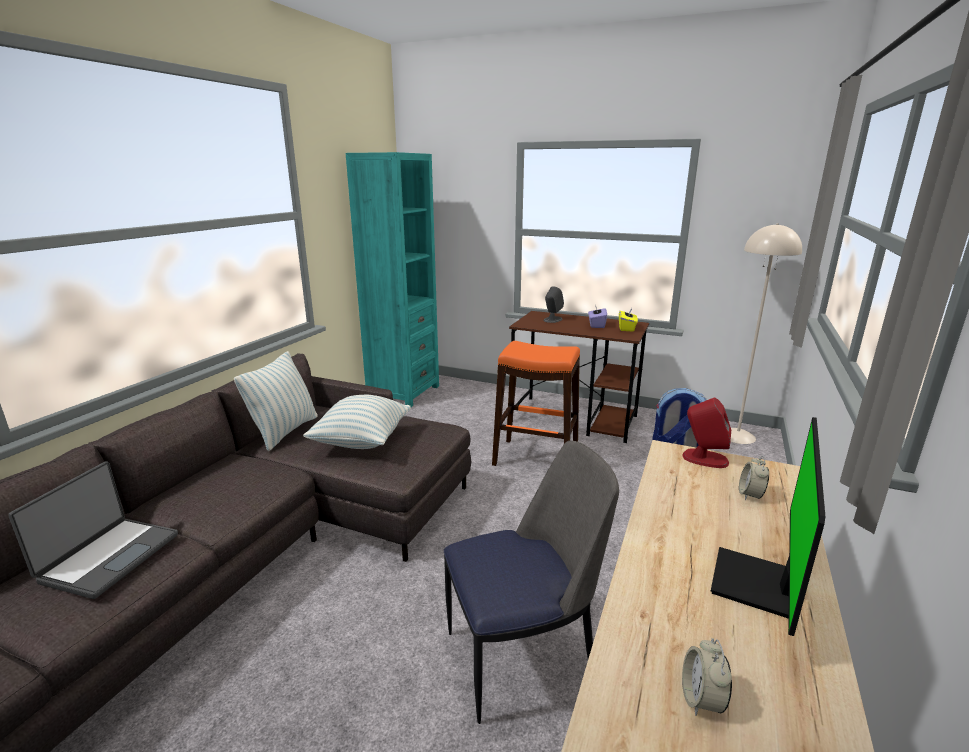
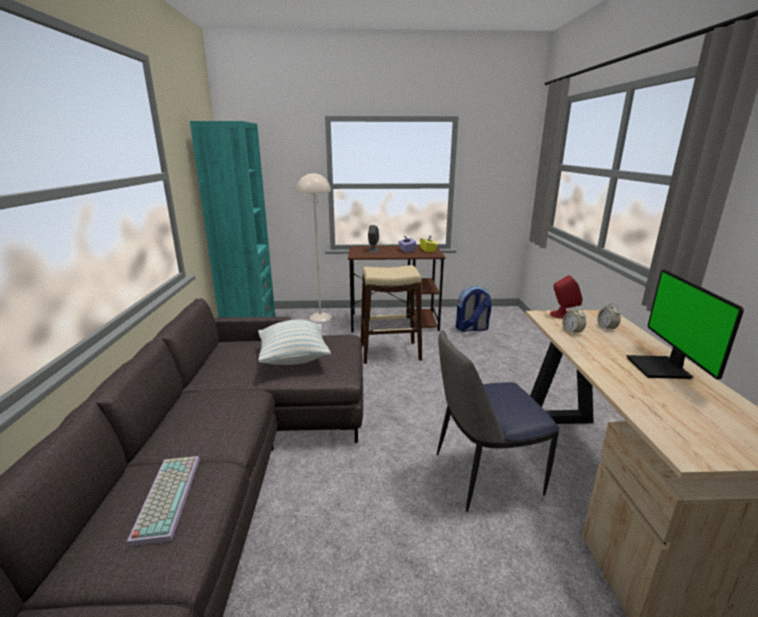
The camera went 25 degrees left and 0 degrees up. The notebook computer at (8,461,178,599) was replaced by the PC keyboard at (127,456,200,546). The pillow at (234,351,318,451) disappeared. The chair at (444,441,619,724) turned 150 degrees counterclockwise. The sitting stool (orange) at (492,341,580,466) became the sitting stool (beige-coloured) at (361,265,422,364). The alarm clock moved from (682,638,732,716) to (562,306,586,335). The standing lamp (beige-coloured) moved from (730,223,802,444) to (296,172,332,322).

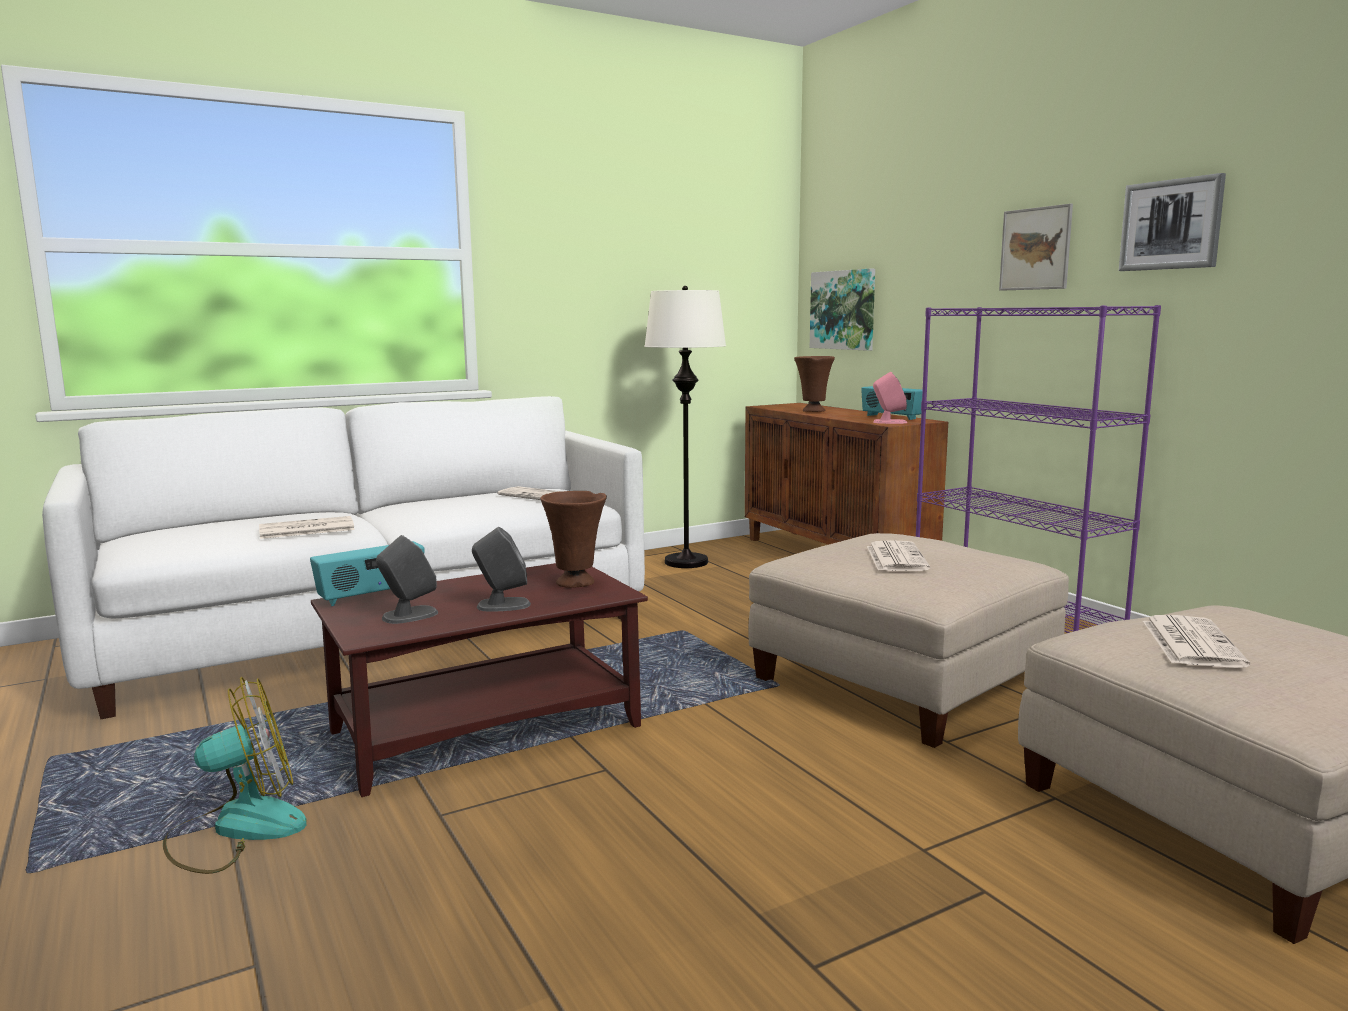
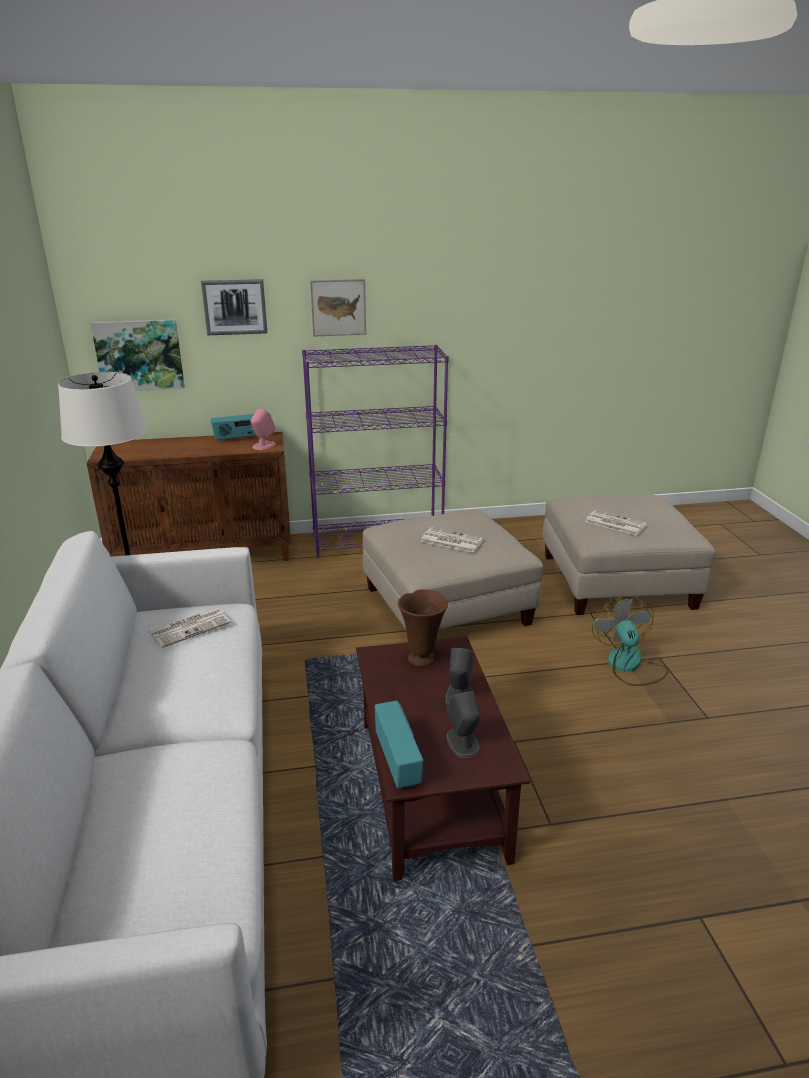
The camera went 70 degrees left and 15 degrees up. The fan moved from (163,677,307,874) to (592,597,669,686). The daily paper at (259,516,355,539) disappeared. The decorative vase (brownish) at (794,356,835,412) disappeared. The picture moved from (1119,173,1226,271) to (201,279,267,335).

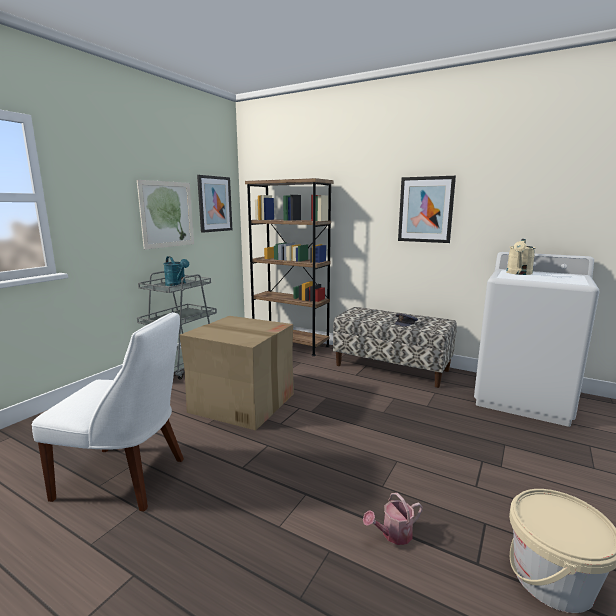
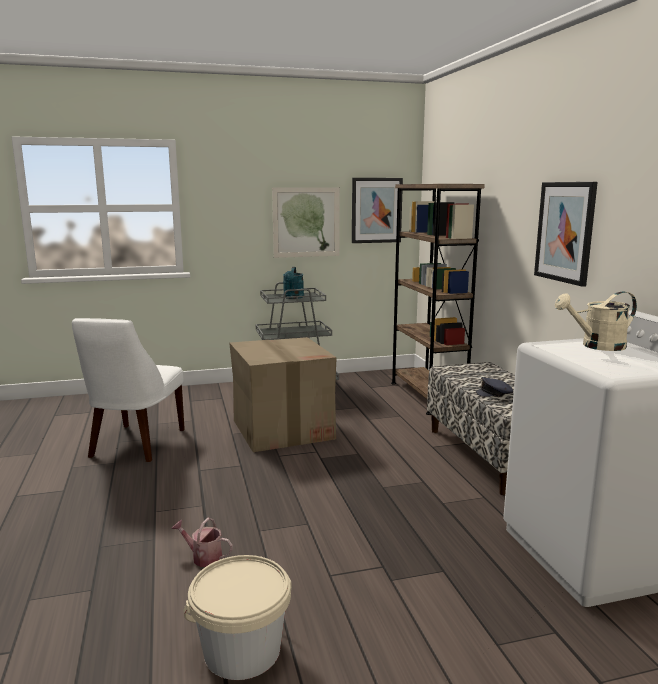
The camera went 45 degrees right and 0 degrees up. The chair (whitish) at (32,312,184,511) turned 45 degrees clockwise.

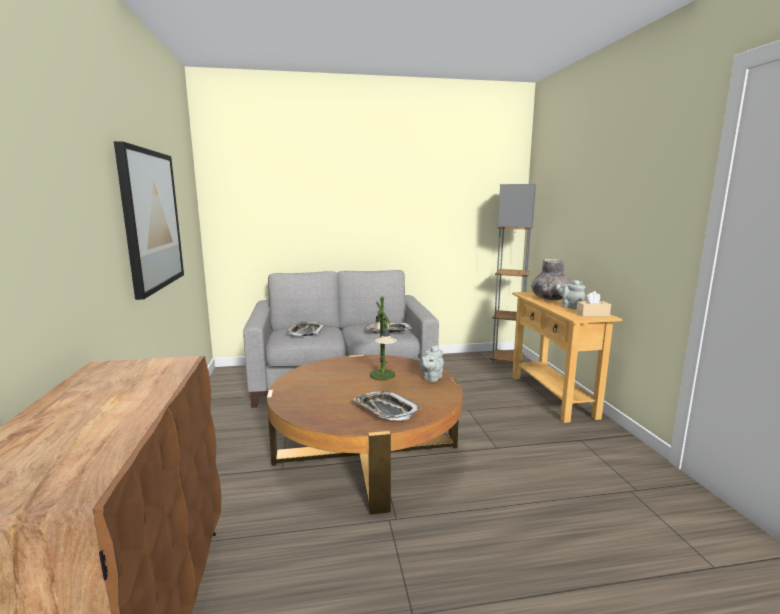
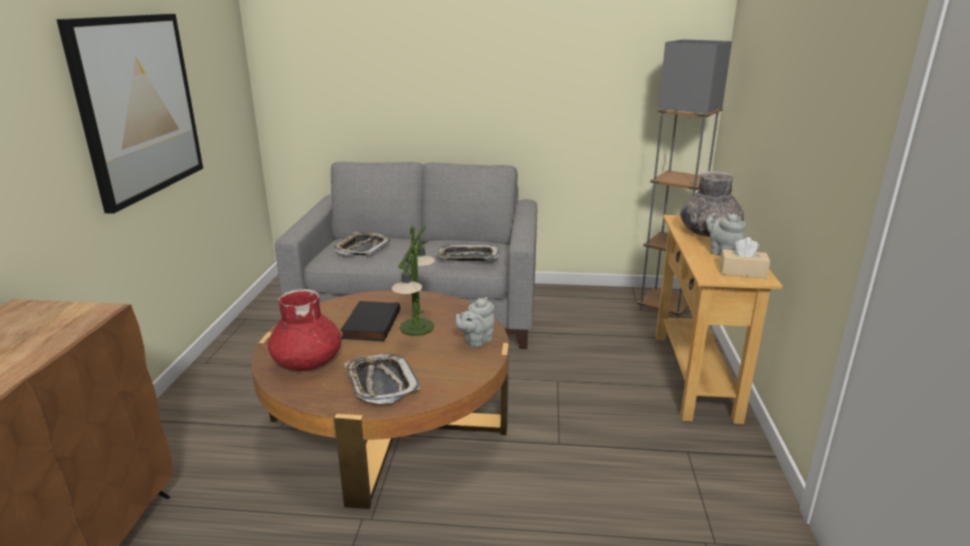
The camera went 15 degrees right and 10 degrees up. The decorative vase (red-coloured) at (268,289,342,371) appeared. The volume (blackish) at (340,301,400,342) appeared.

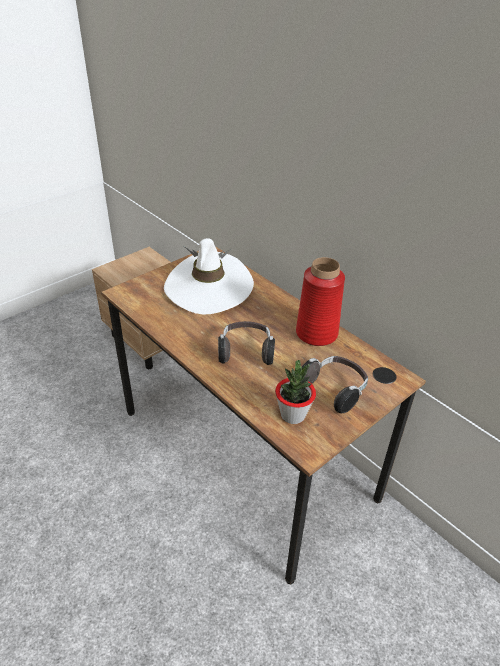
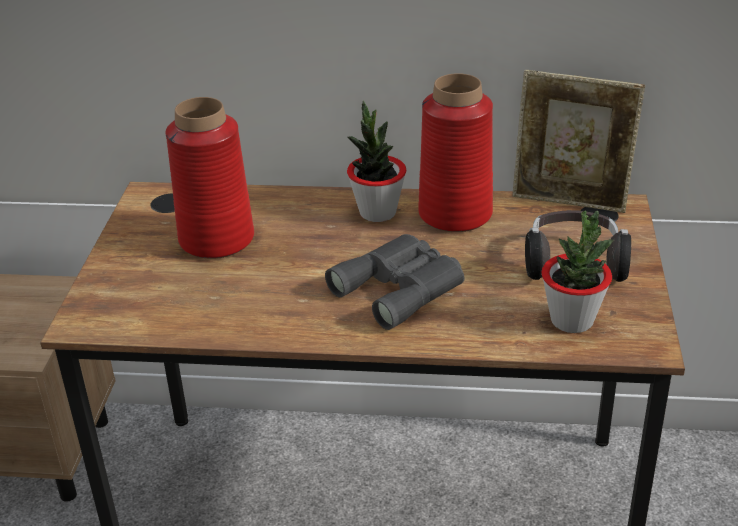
The camera went 40 degrees left and 5 degrees down. The clothing hat (whitish) at (164,238,254,314) was replaced by the decorative vase (red-coloured) at (166,97,254,259). The headphones at (218,321,275,365) was replaced by the field glasses (gray) at (325,234,464,330). The plant in a pot at (347,101,406,222) appeared. The standing frame at (512,70,645,213) appeared.

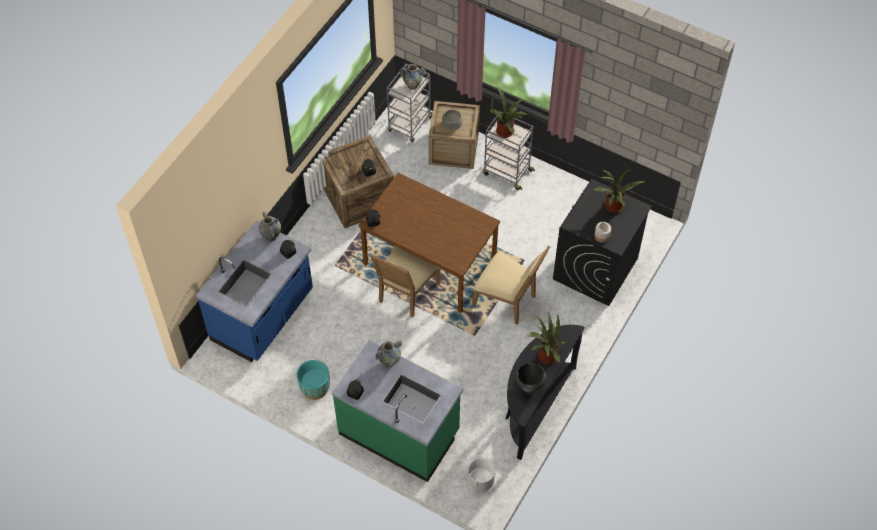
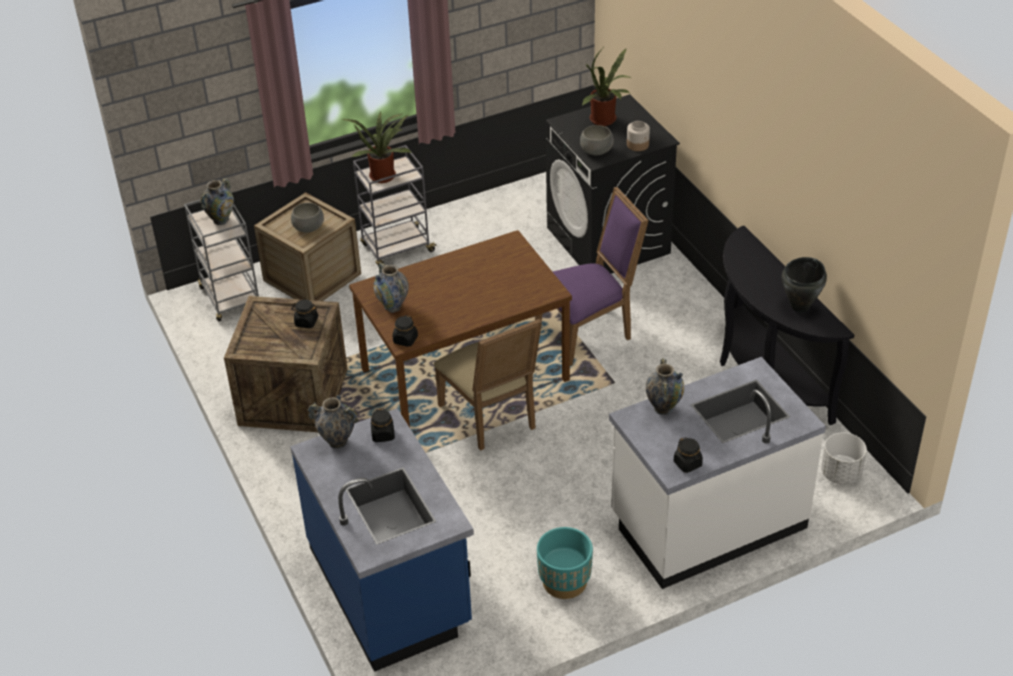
The camera went 55 degrees left and 15 degrees down. The kitchen base unit (greenish) at (332,340,463,482) became the kitchen base unit (whitish) at (609,357,826,589). The chair (beige-coloured) at (472,245,551,325) became the chair (purple-coloured) at (535,187,649,366). The plant in a pot at (530,312,565,364) disappeared. The decorative vase at (373,262,409,312) appeared. The serving bowl (gray) at (580,125,614,155) appeared.

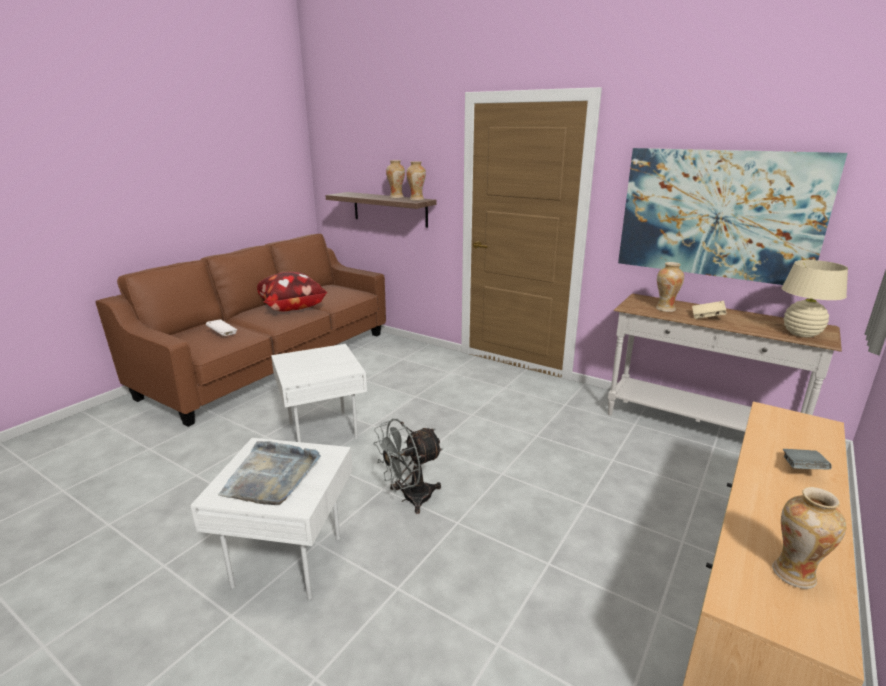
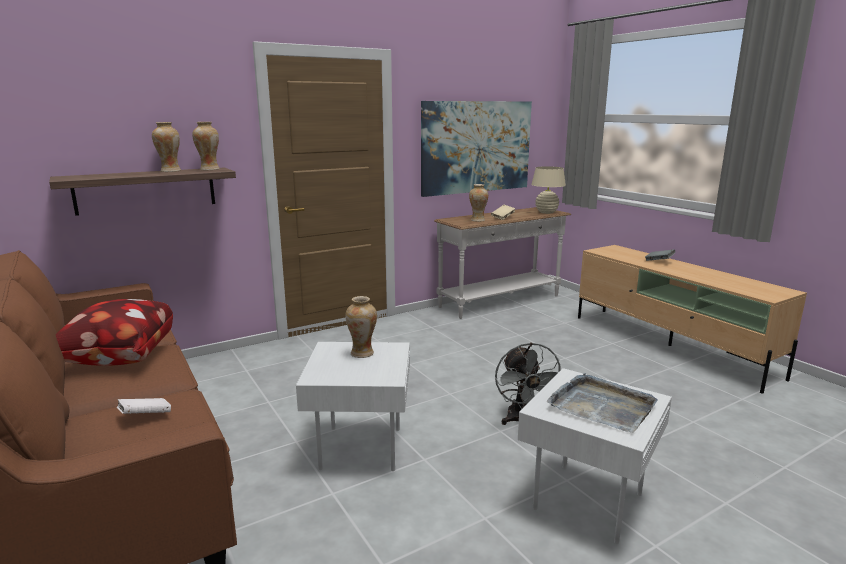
The camera went 65 degrees left and 5 degrees down. The decorative vase moved from (772,487,846,589) to (345,296,377,358).

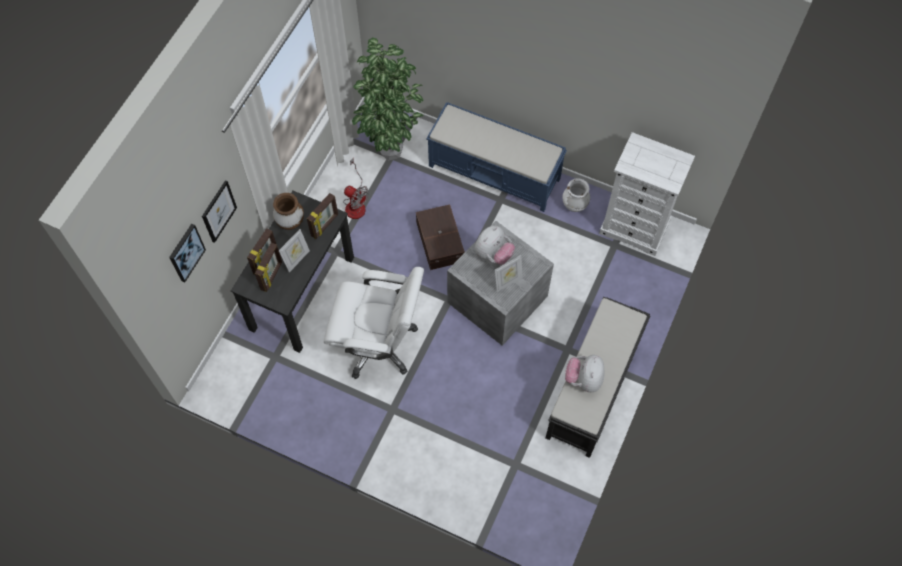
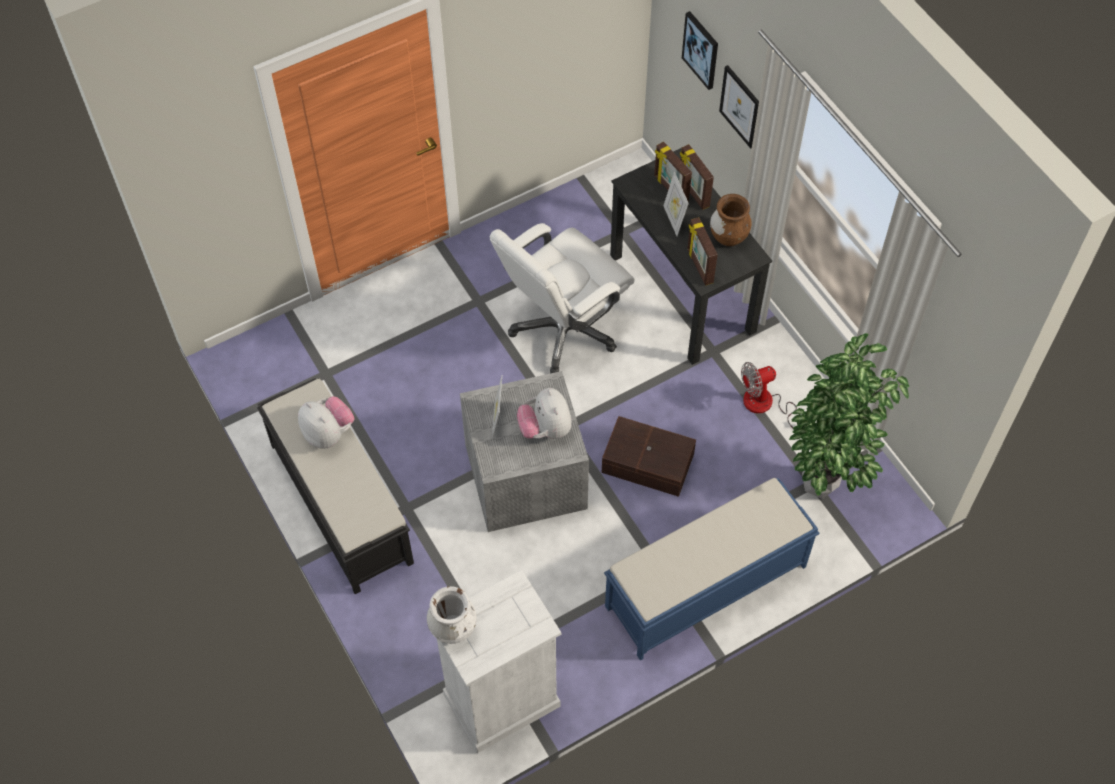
The camera went 125 degrees right and 5 degrees down. The decorative vase (whitish) moved from (562,178,590,212) to (427,586,477,644).

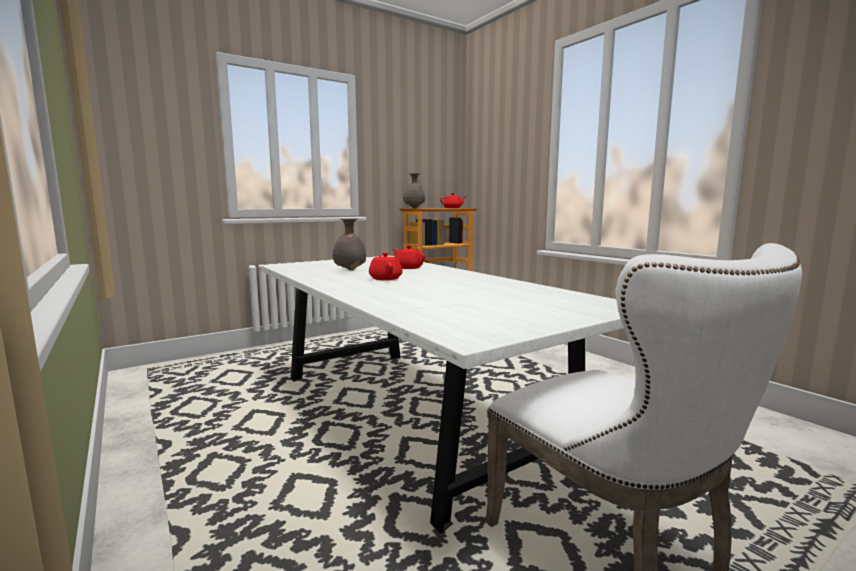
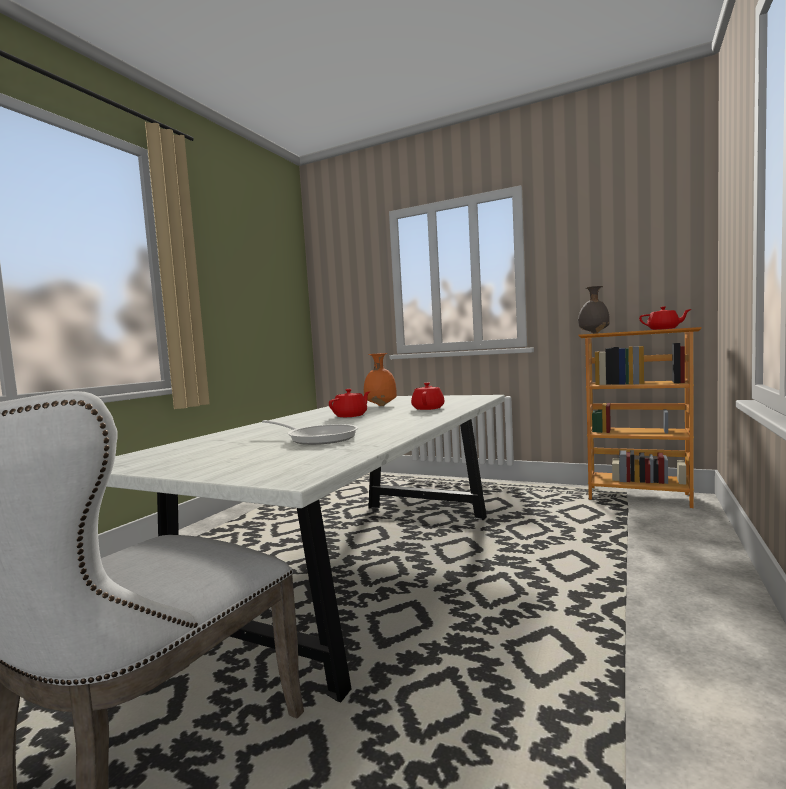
The camera went 60 degrees right and 5 degrees down. The decorative vase (gray) at (333,218,366,270) became the decorative vase (orange) at (364,353,397,406). The pan at (262,420,358,445) appeared.

